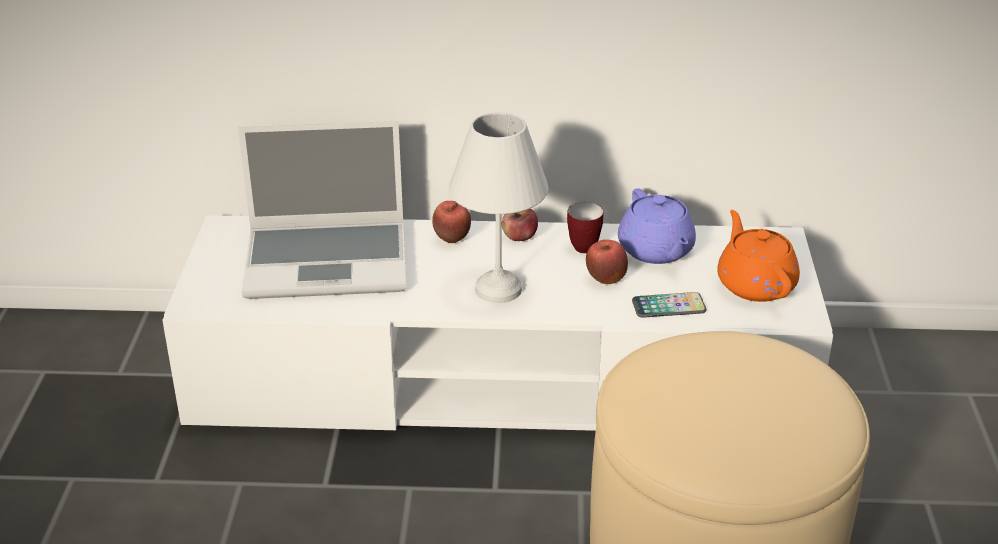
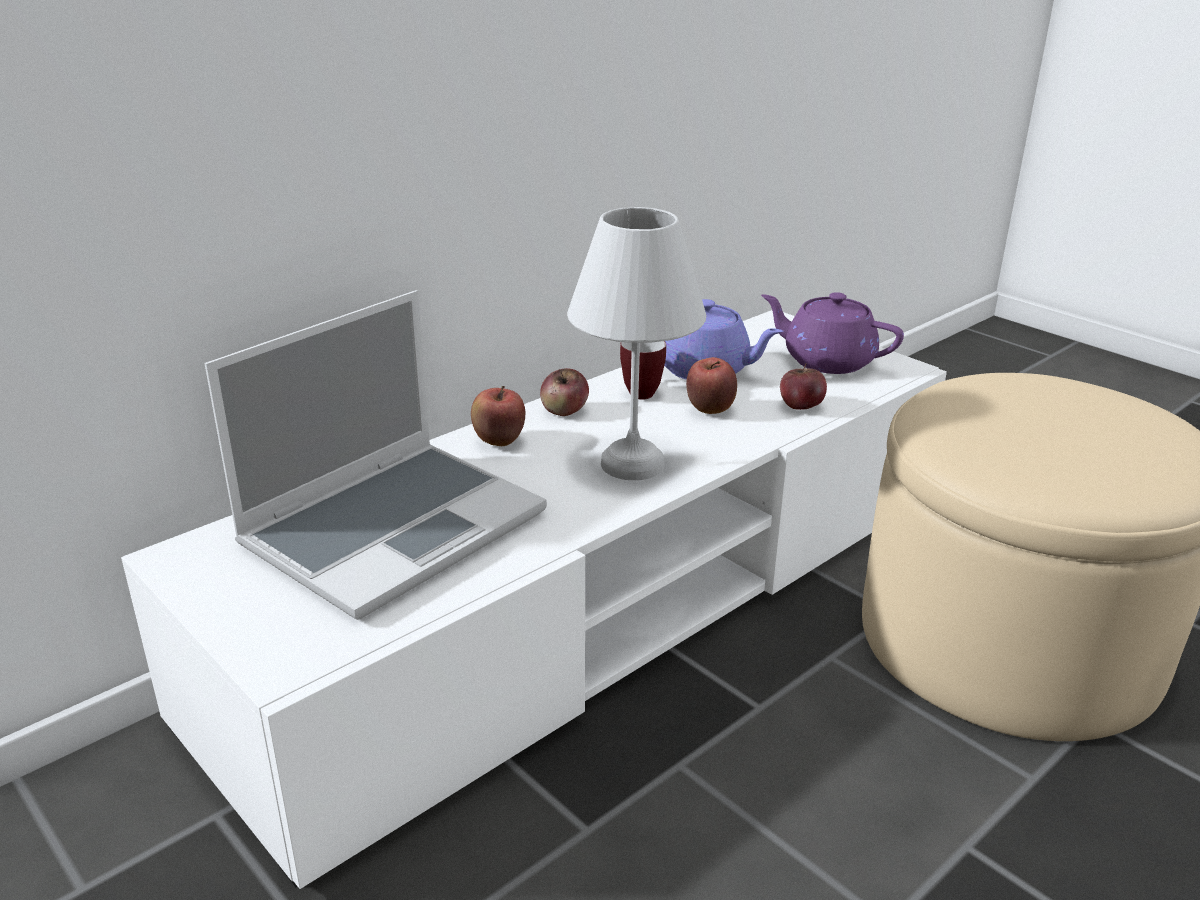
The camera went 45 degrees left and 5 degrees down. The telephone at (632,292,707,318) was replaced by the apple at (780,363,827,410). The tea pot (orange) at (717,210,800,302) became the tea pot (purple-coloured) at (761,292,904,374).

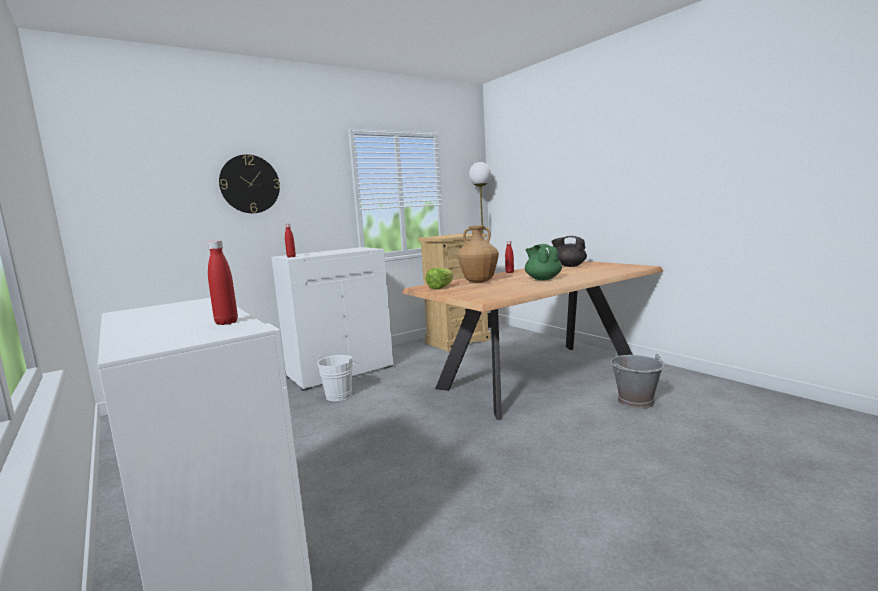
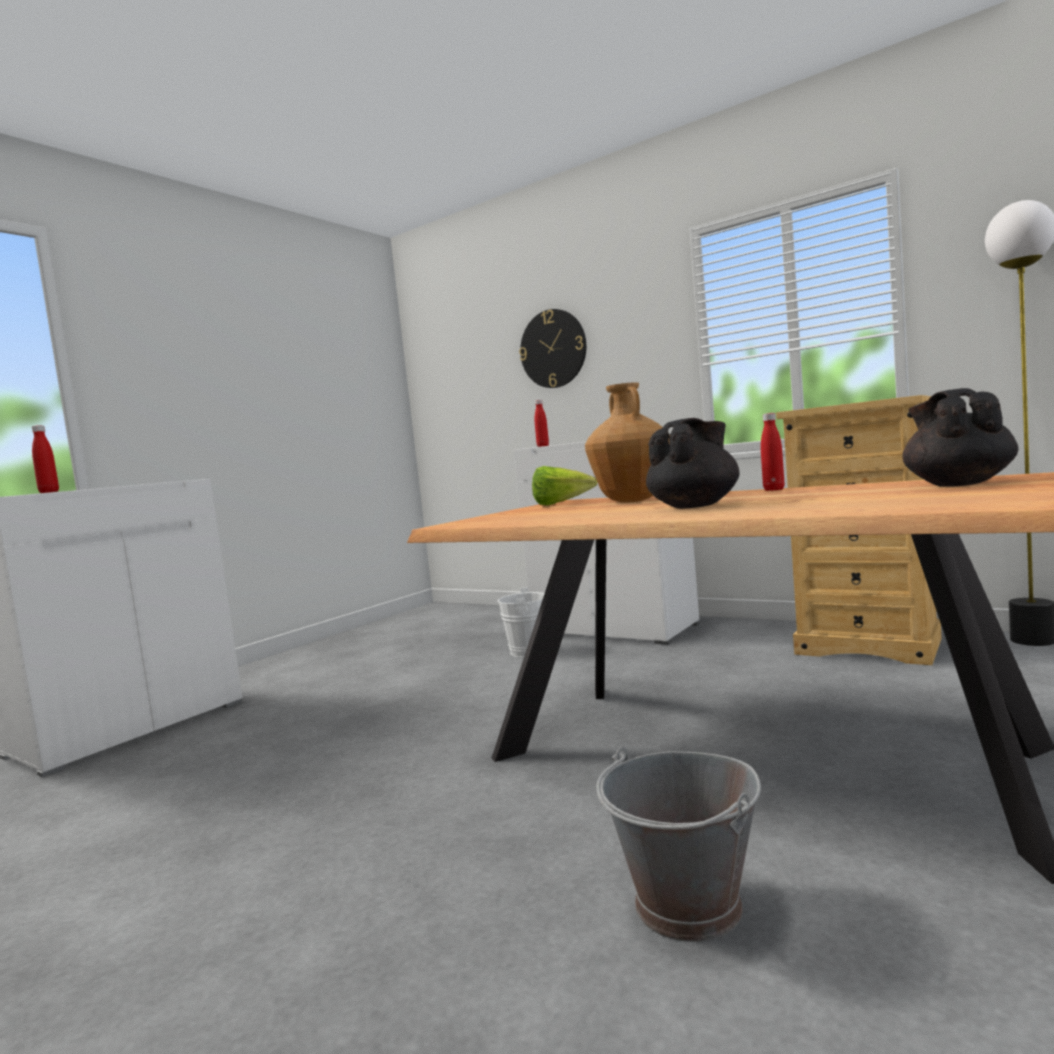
The camera went 70 degrees right and 5 degrees down. The tea pot (greenish) at (525,244,562,280) became the tea pot (blackish) at (646,418,739,509).

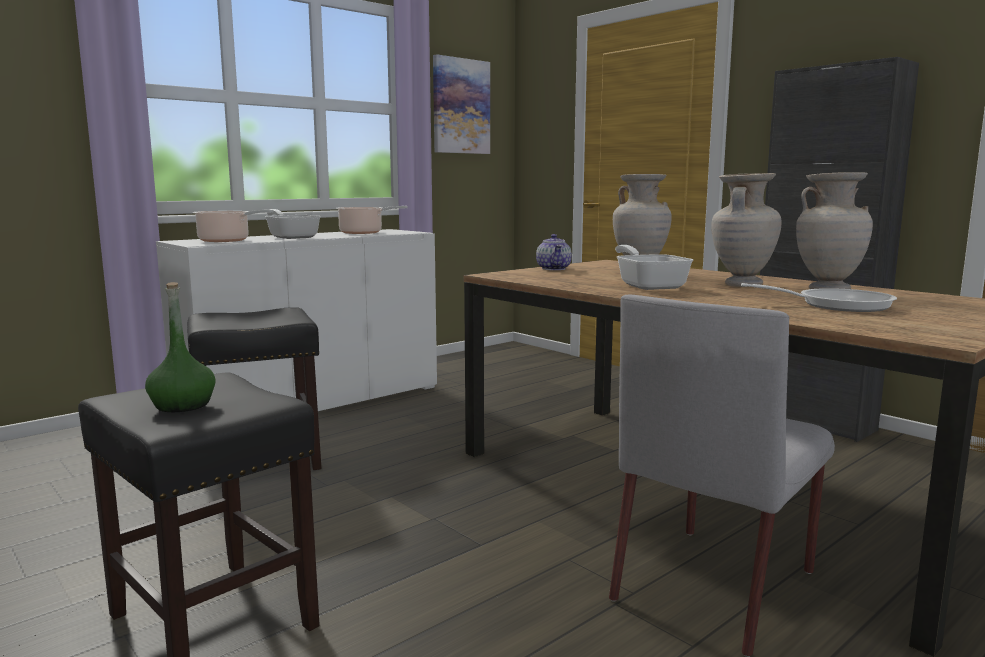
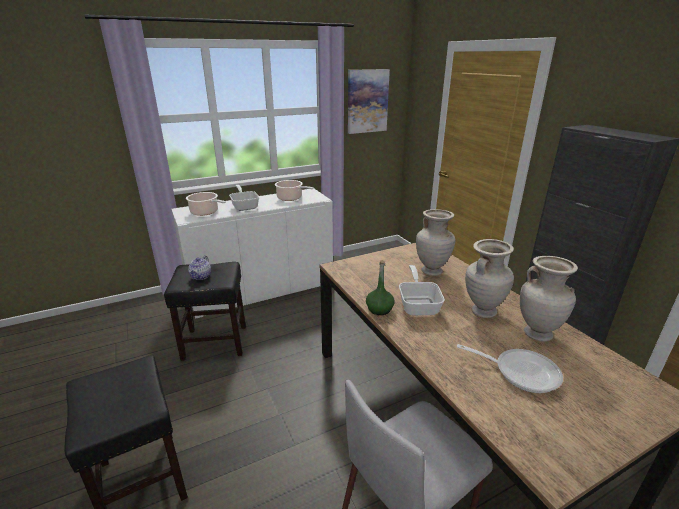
The camera went 15 degrees right and 15 degrees up. The beverage bottle (greenish) moved from (145,282,216,412) to (366,260,395,315). The tea pot moved from (536,234,572,270) to (188,255,211,280).

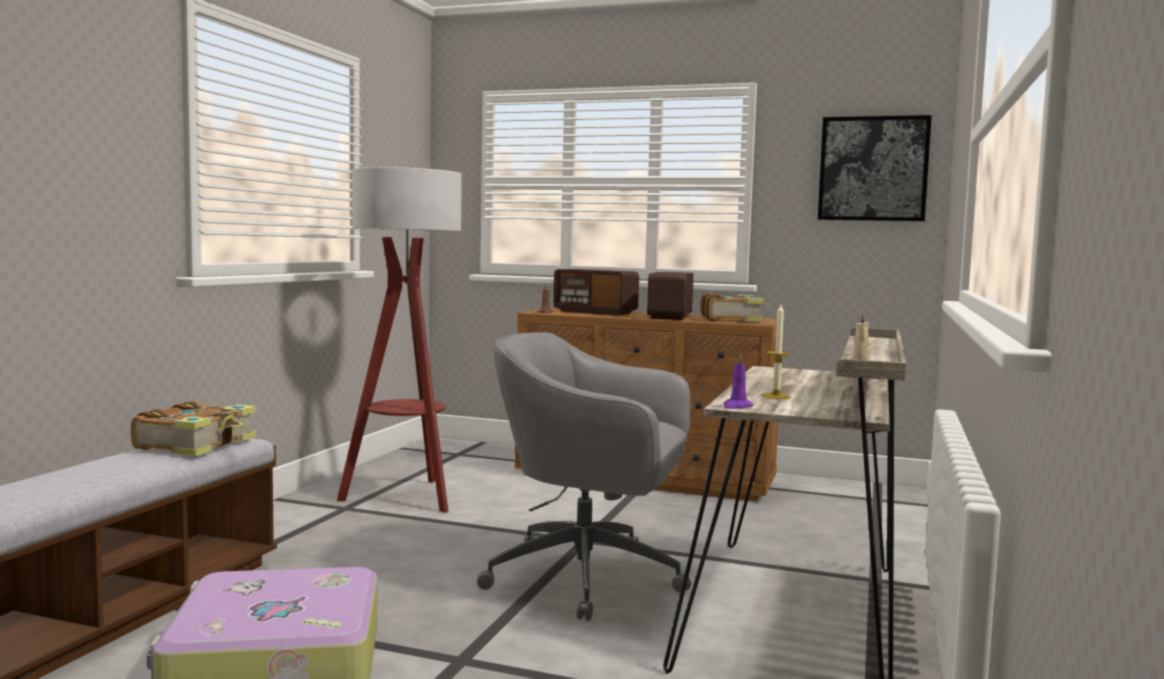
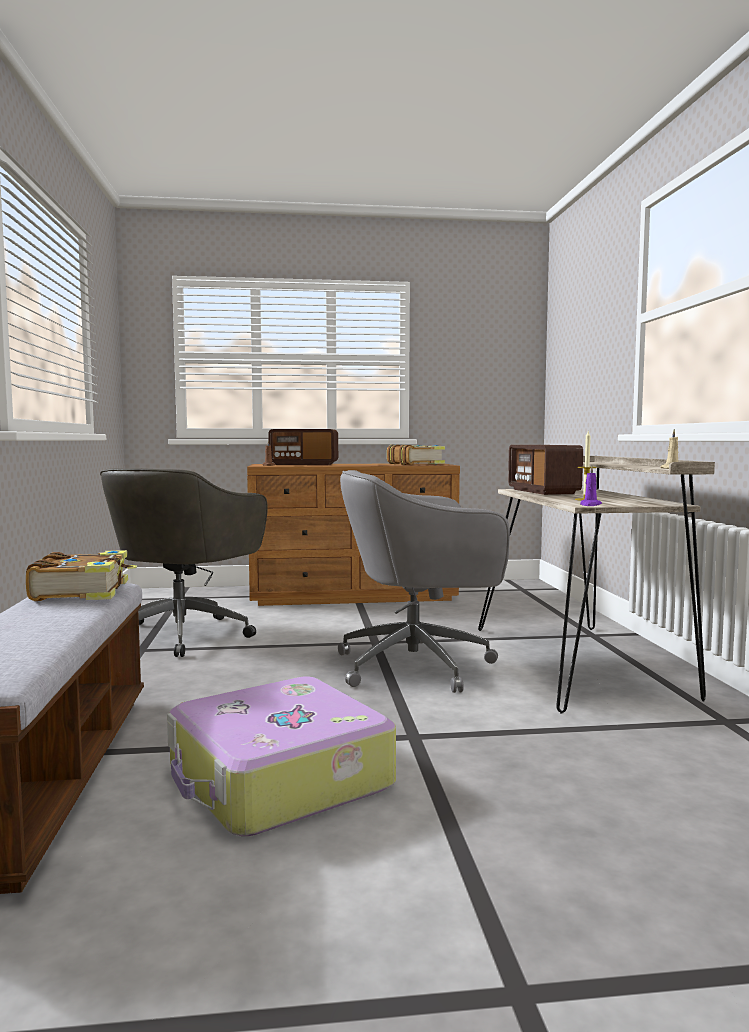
The camera went 25 degrees left and 0 degrees up. The standing lamp at (337,167,462,513) was replaced by the desk chair (gray) at (100,468,268,657). The radio receiver moved from (647,272,694,320) to (508,445,583,495). The picture at (818,115,932,221) disappeared.

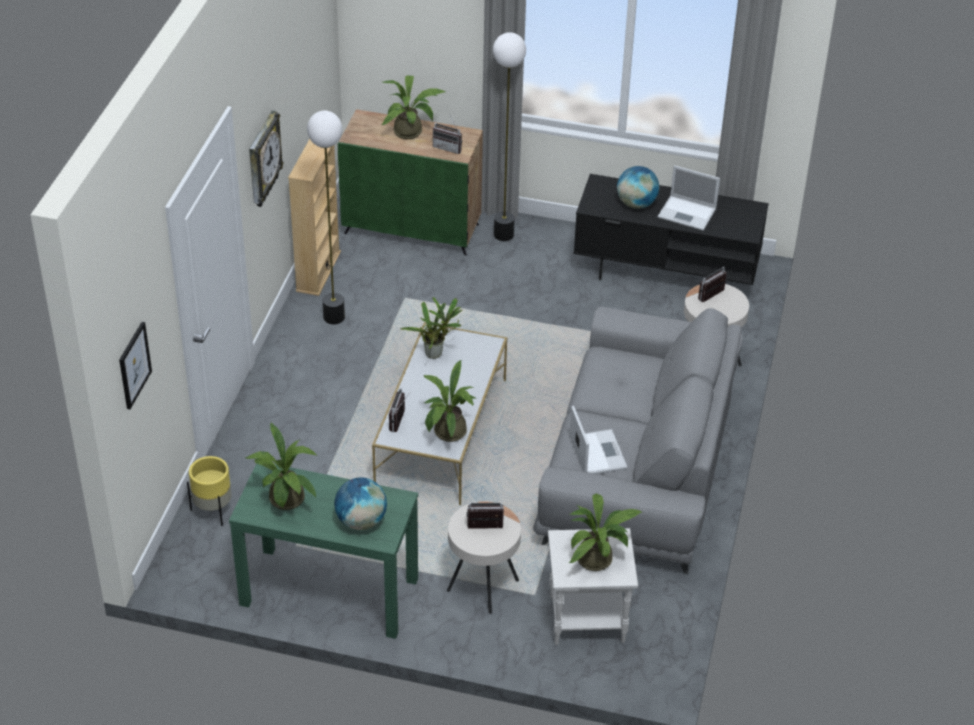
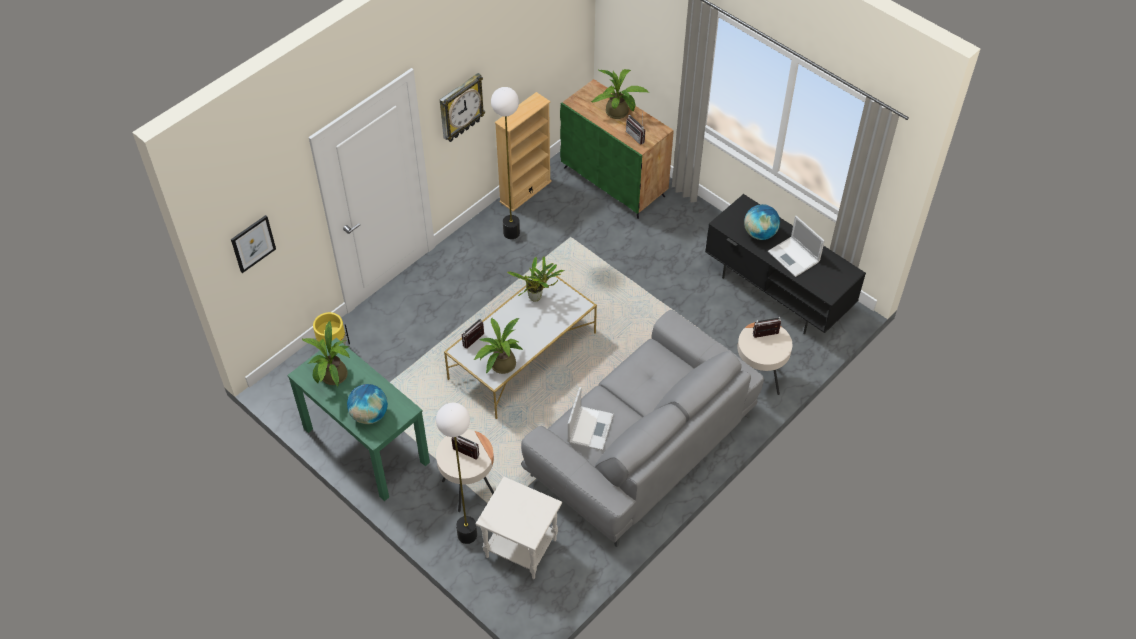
The camera went 30 degrees right and 10 degrees up. The standing lamp moved from (493,32,526,241) to (436,403,477,544). The plant in a pot at (569,493,642,571) disappeared.

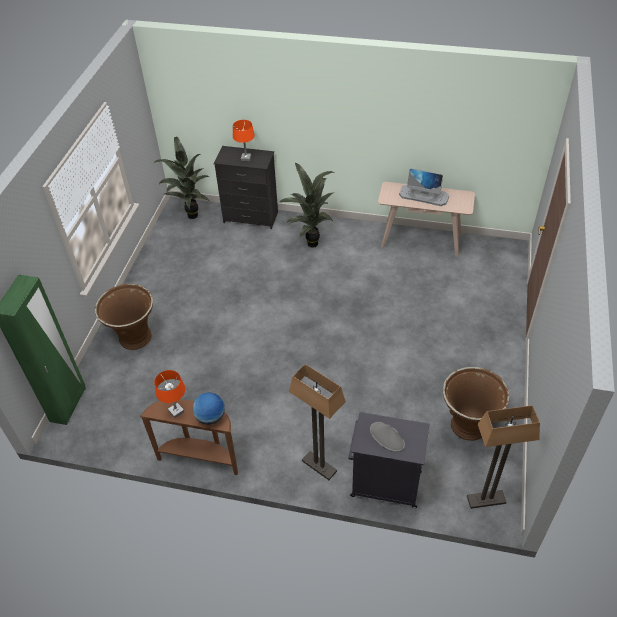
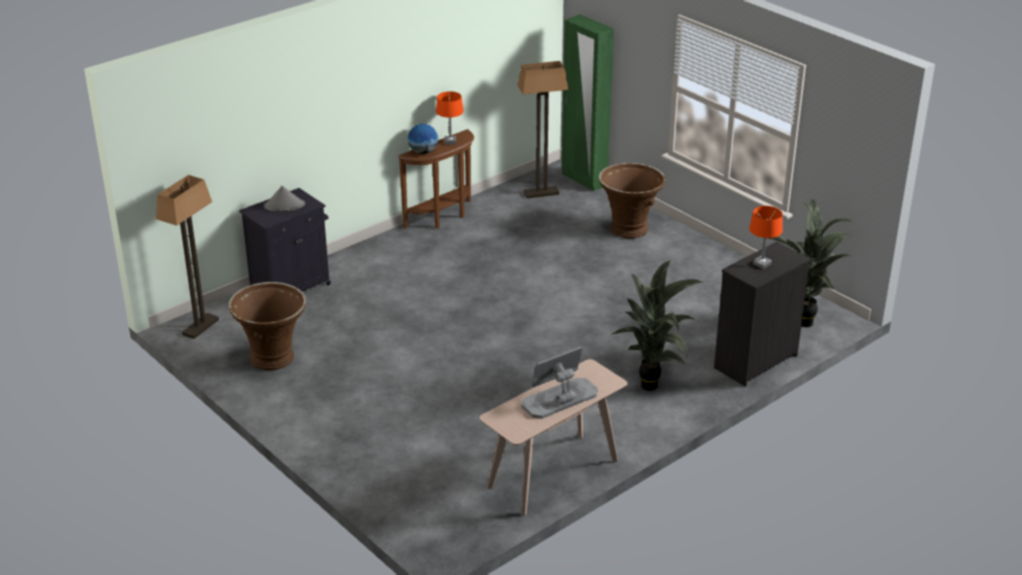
The camera went 125 degrees right and 15 degrees down. The standing lamp moved from (289,364,346,480) to (517,61,568,199).

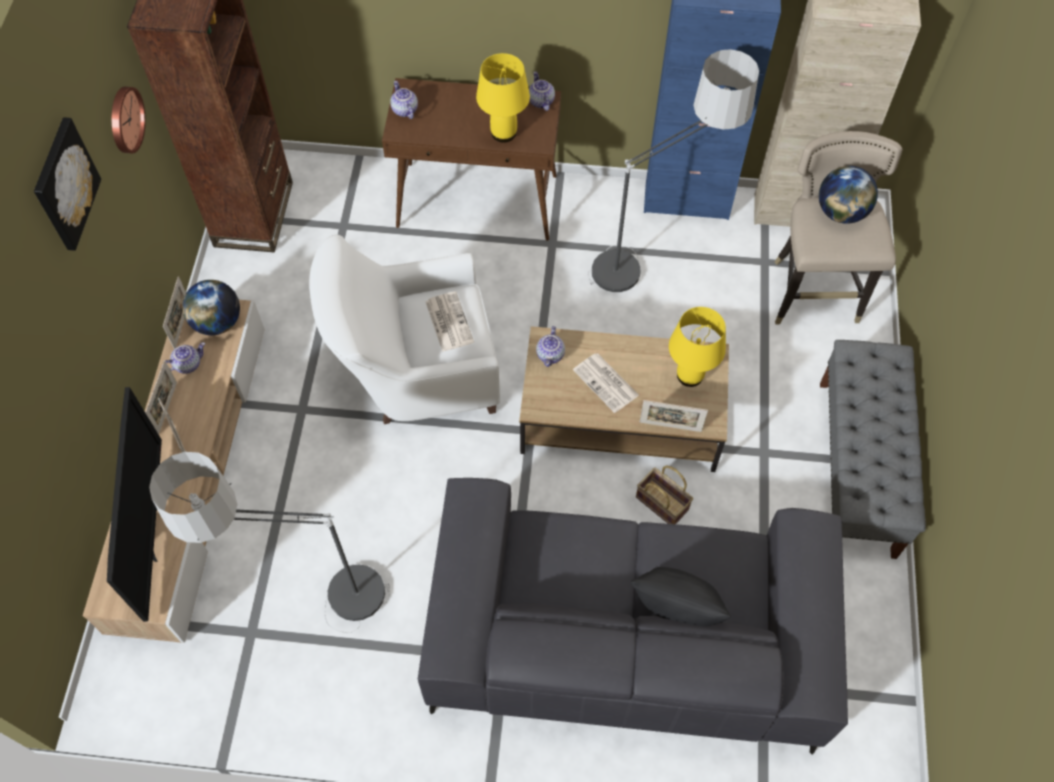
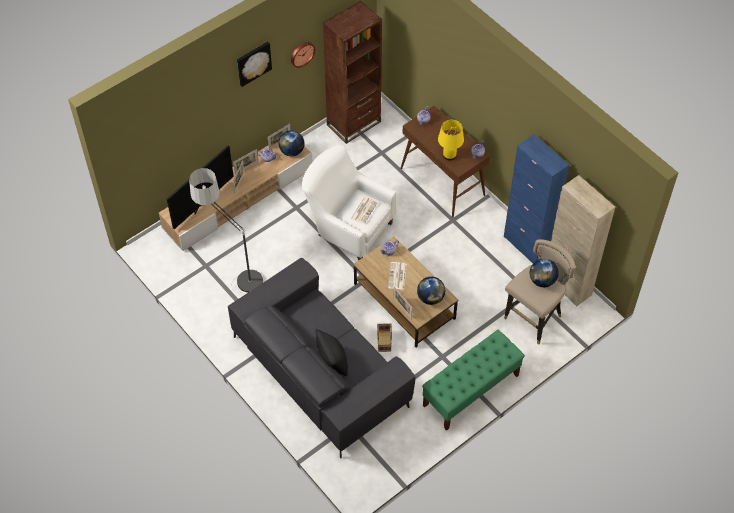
The camera went 45 degrees right and 5 degrees down. The standing lamp at (588,49,759,292) disappeared. The lamp for a table (yellow) at (669,307,726,387) was replaced by the desk globe at (417,277,445,305). The bench (gray) at (820,340,926,559) became the bench (greenish) at (422,330,525,431).

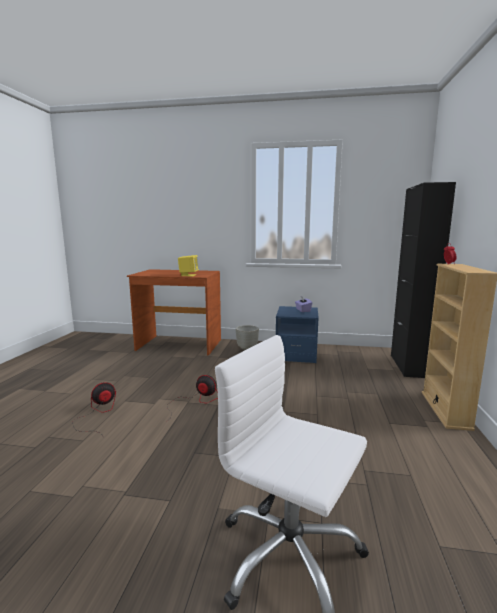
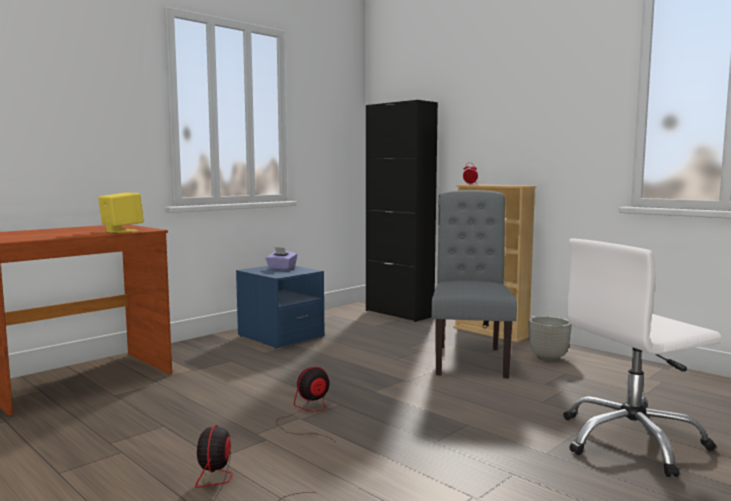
The camera went 55 degrees left and 5 degrees down. The flower pot (gray) moved from (236,325,259,350) to (528,316,572,361). The chair (gray) at (432,190,517,378) appeared.

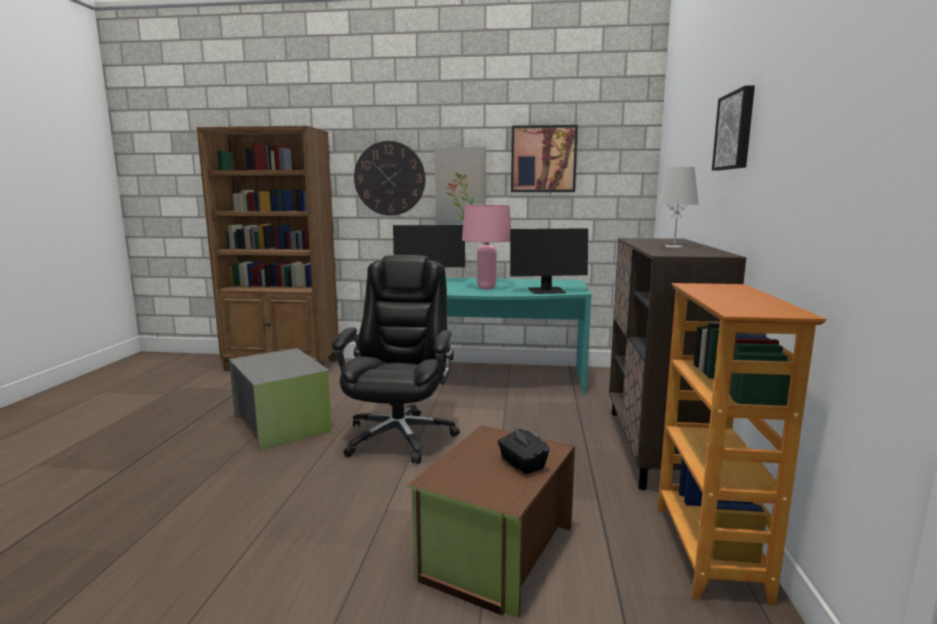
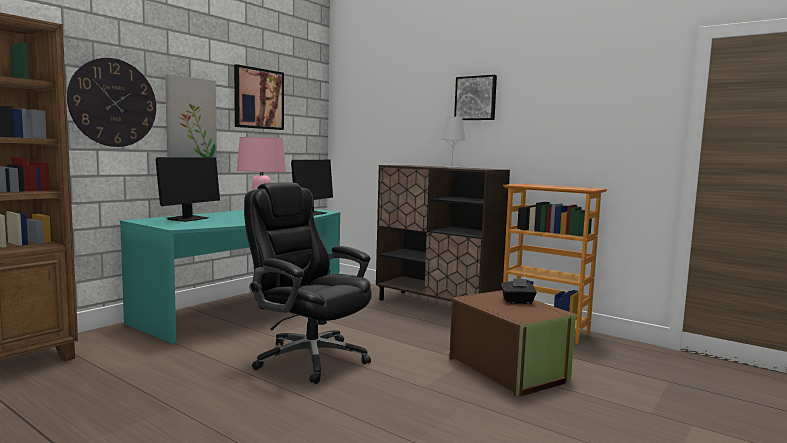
The camera went 60 degrees left and 5 degrees down. The storage bin (gray) at (229,348,332,450) disappeared.

